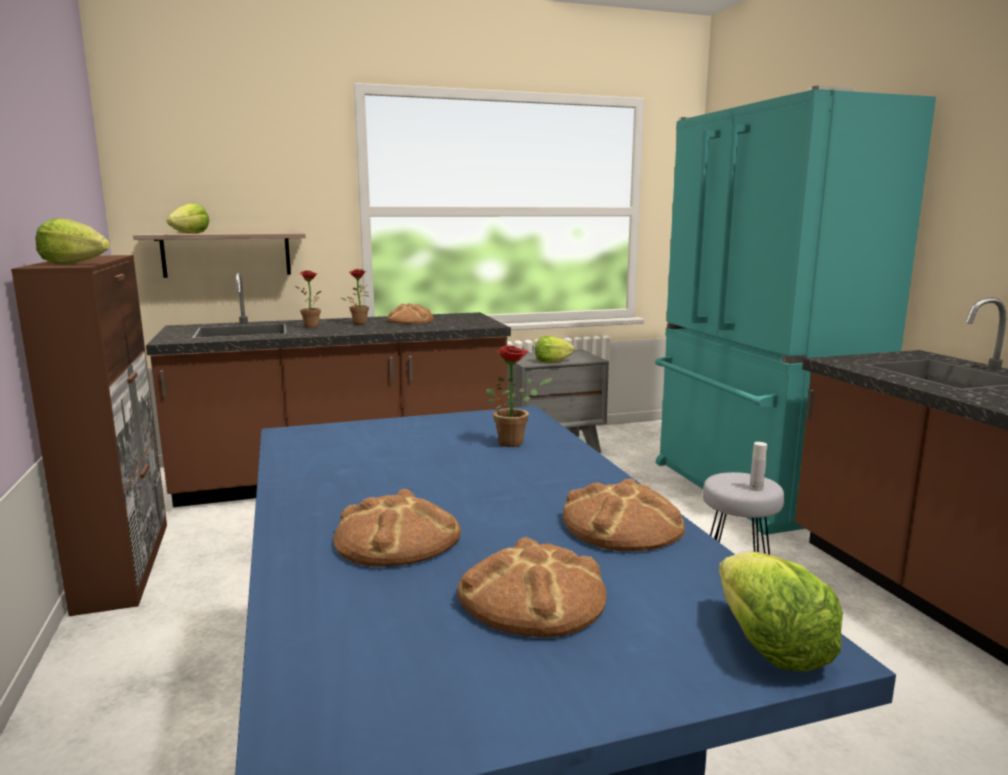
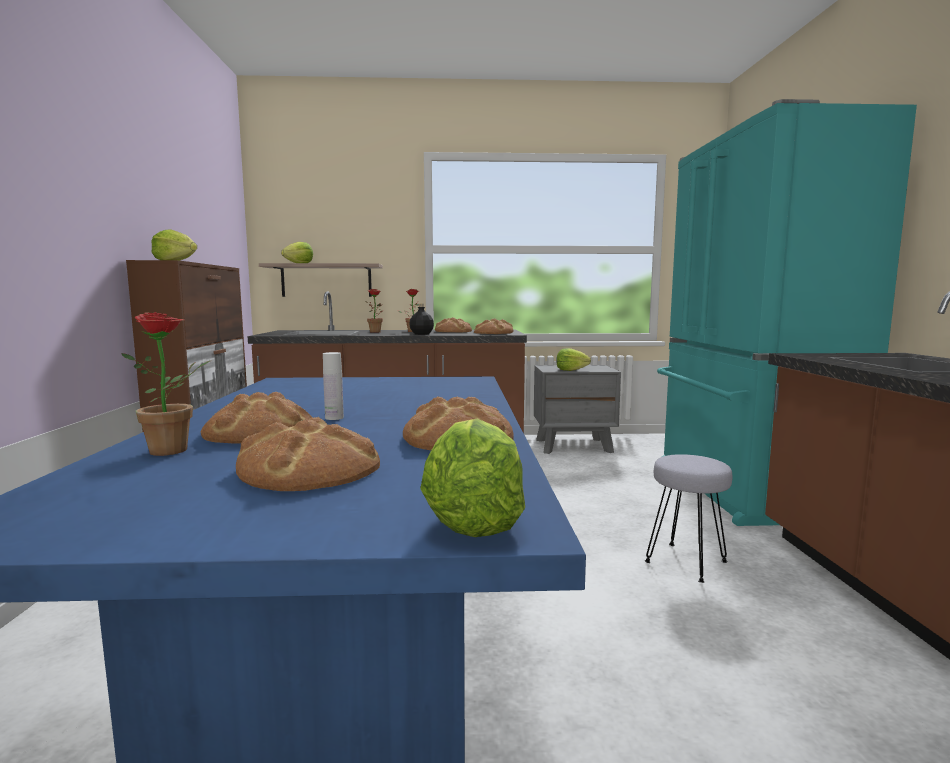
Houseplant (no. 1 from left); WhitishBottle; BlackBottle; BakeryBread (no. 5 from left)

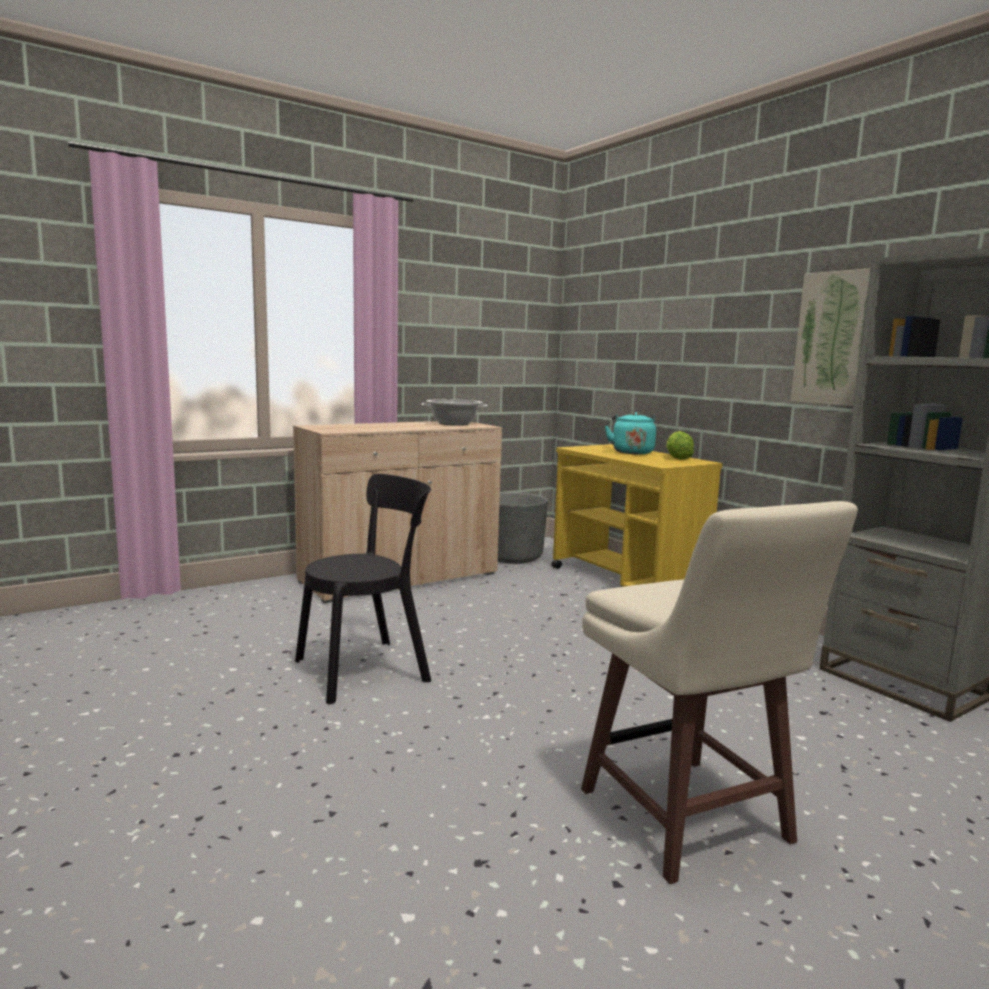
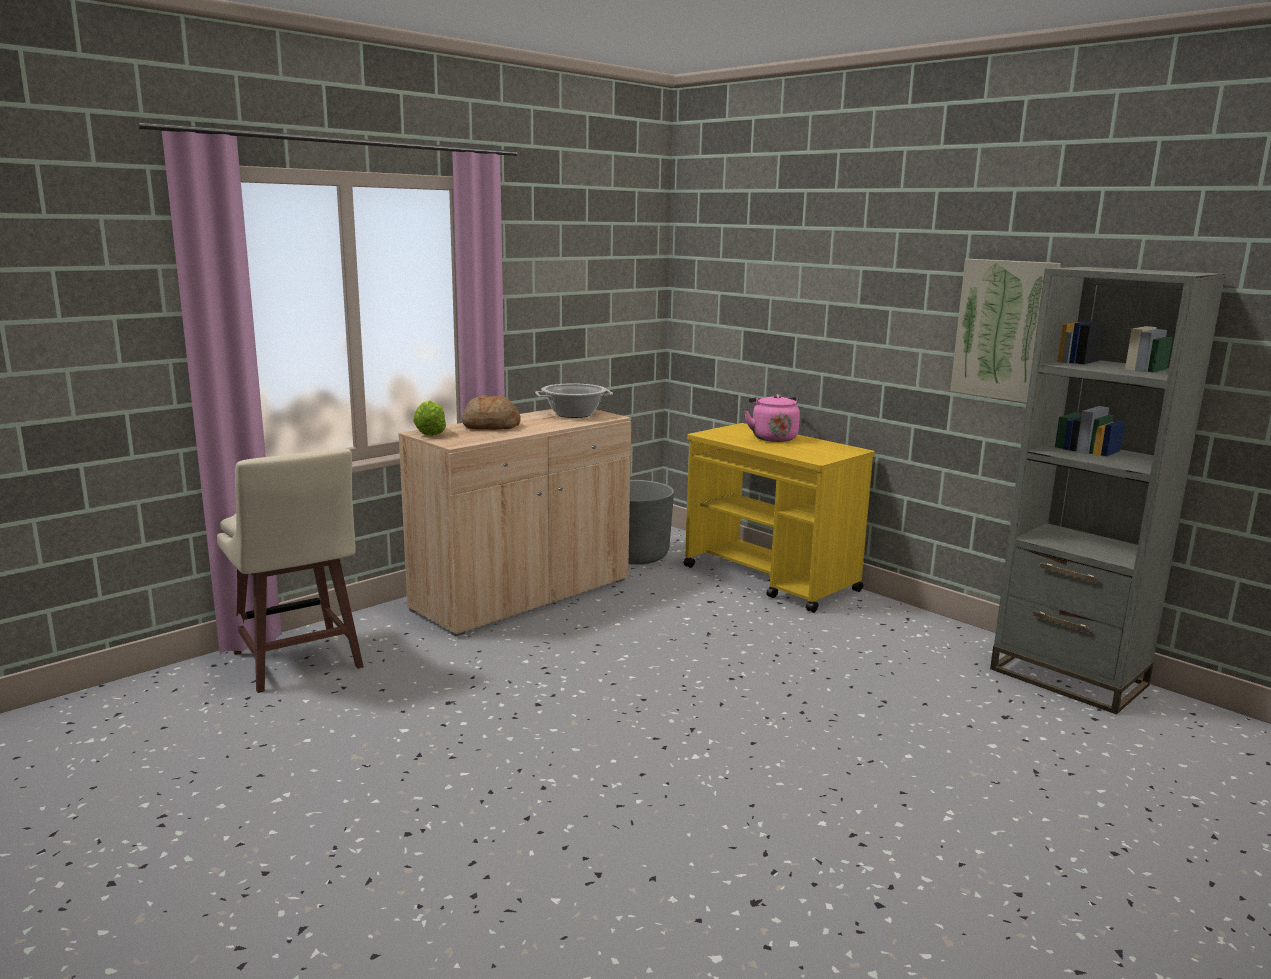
PinkishWaterKettle; Lettuce; BlackUprightChair; BeigeColouredStoolSeat; BakeryBread

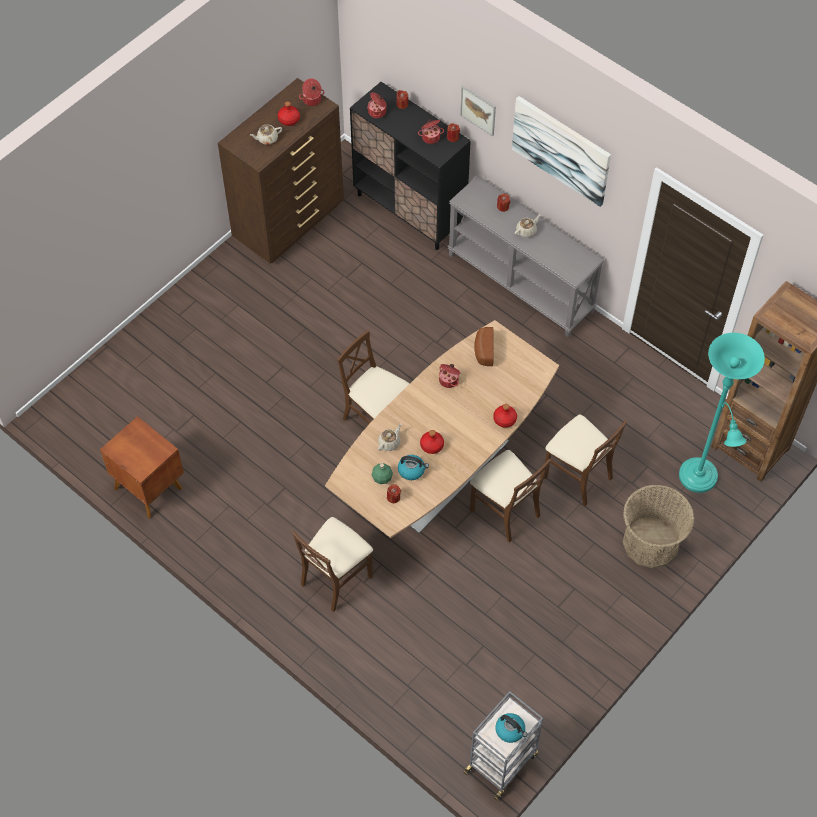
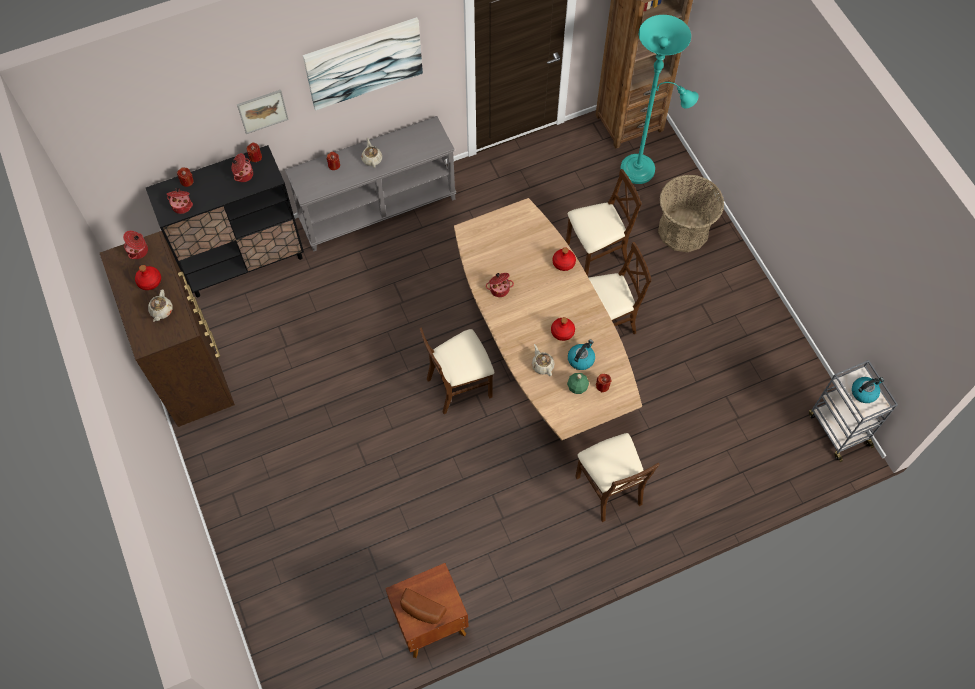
BakeryBread

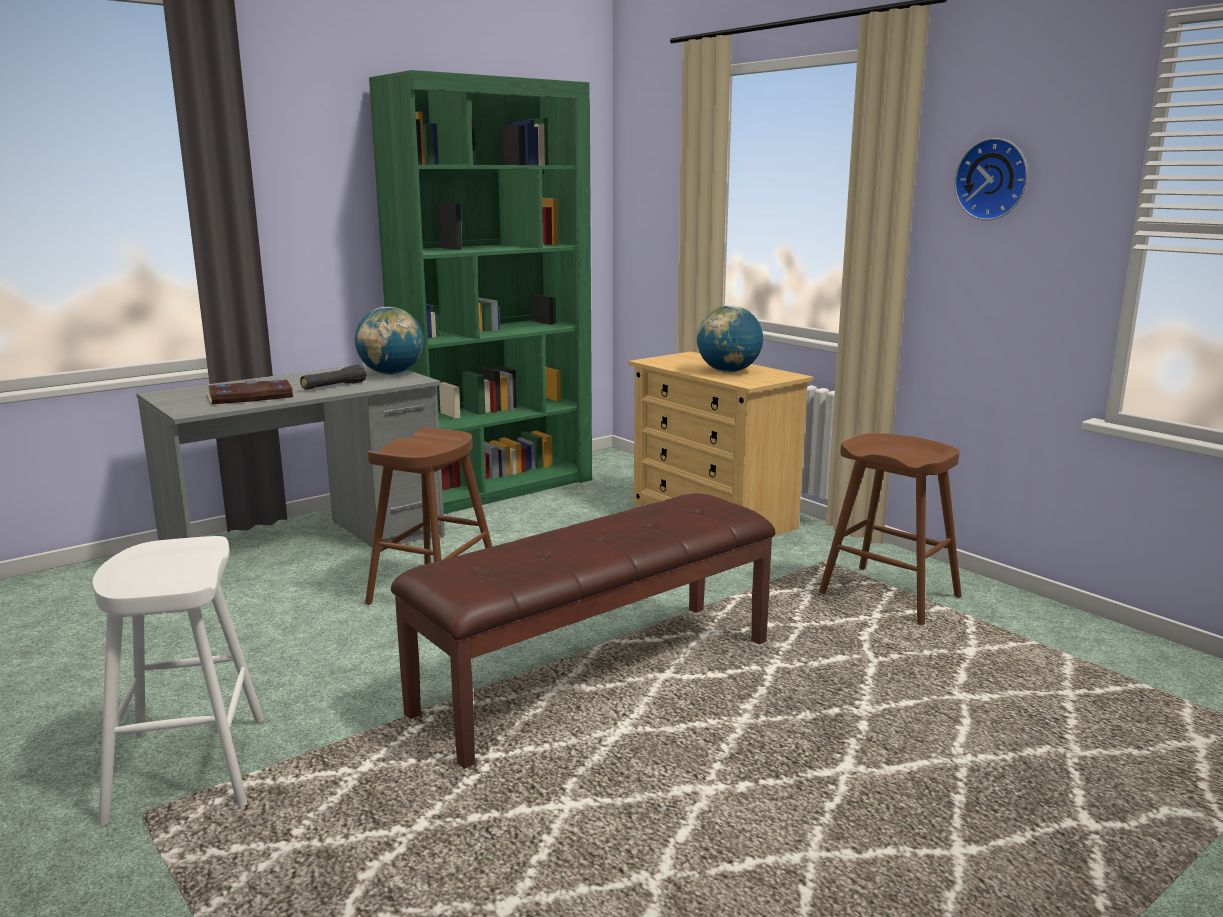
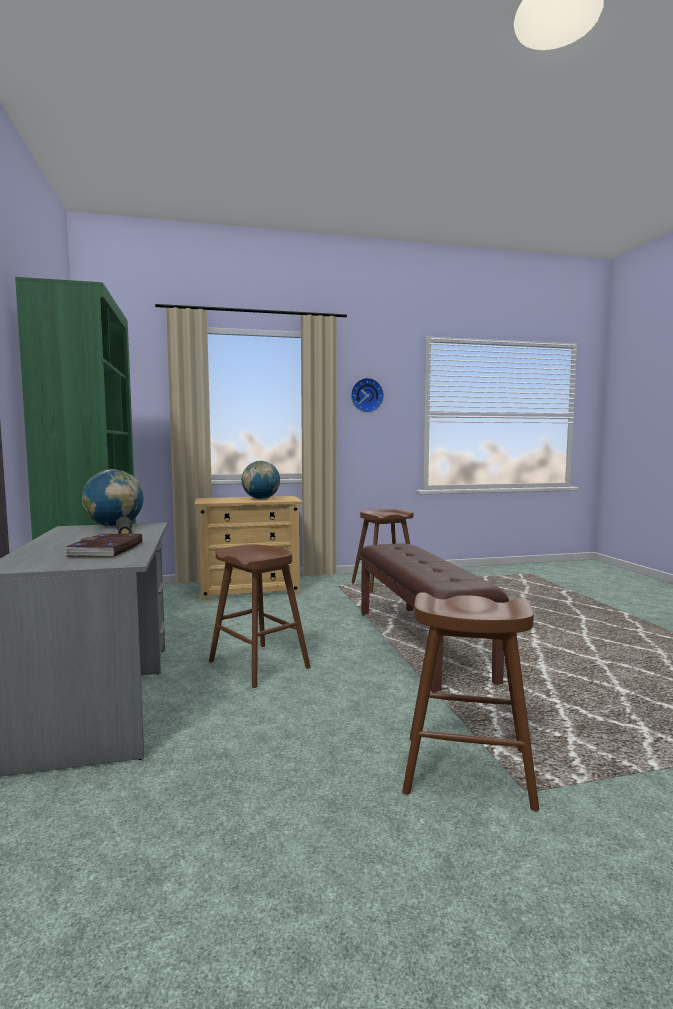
BrownStoolSeat (no. 3 from left)

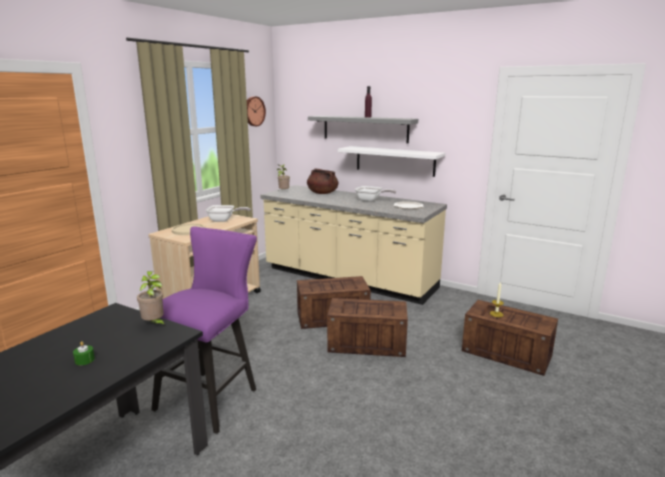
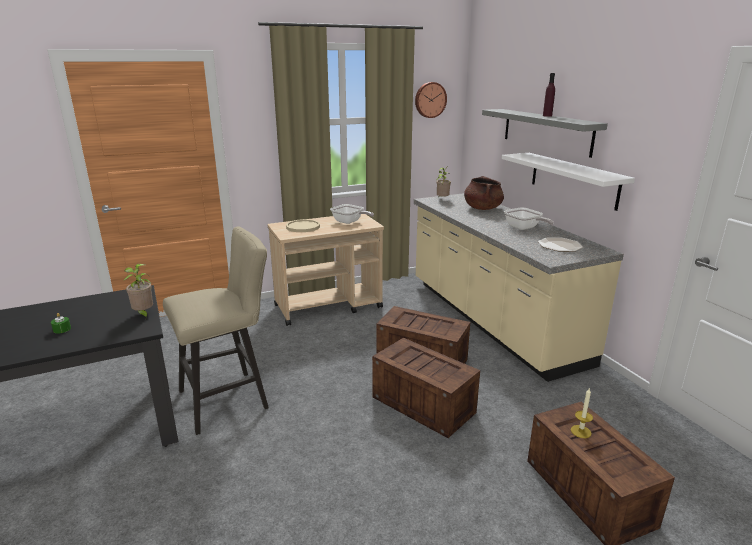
BeigeColouredStoolSeat

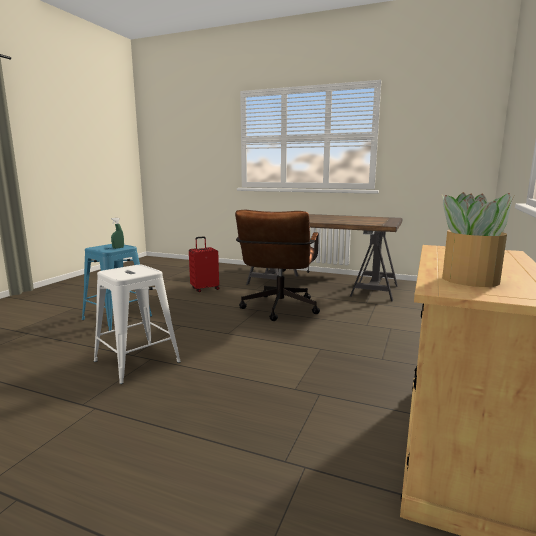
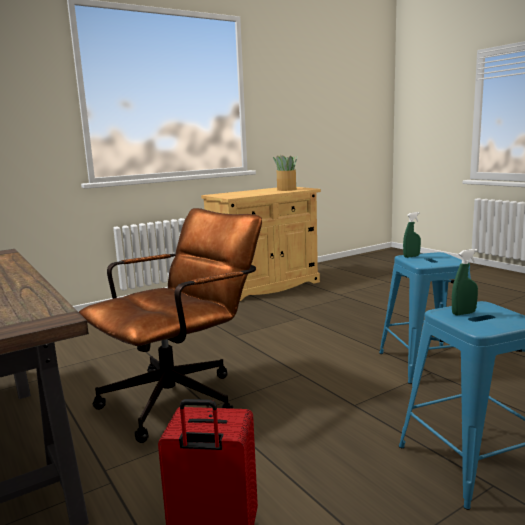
BluishStoolSeat (no. 1 from left); GreenSprayer (no. 1 from left)

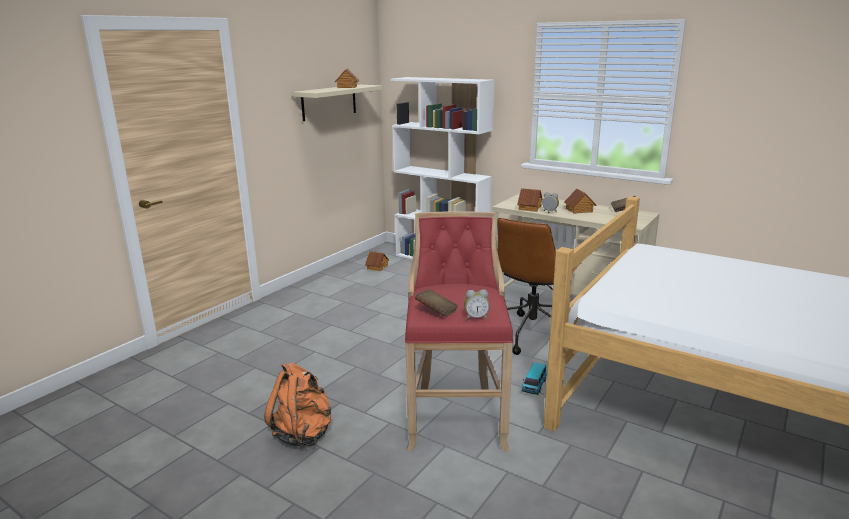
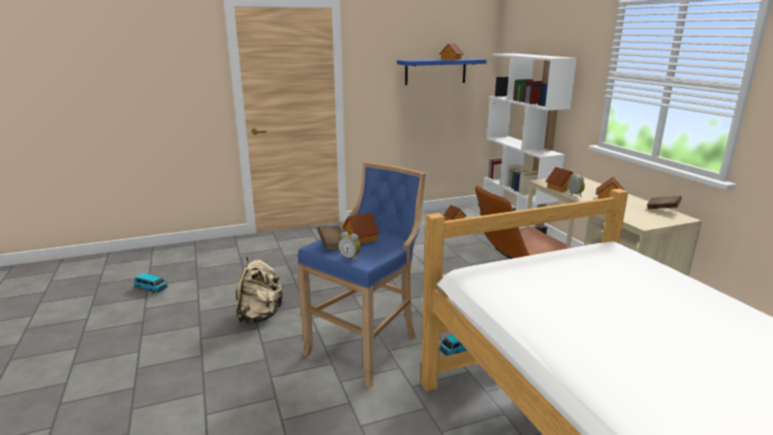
BluishShelf; BluishStoolSeat; BeigeColouredKnapsack; ModelHouse (no. 1 from left); ToyCar (no. 1 from left)

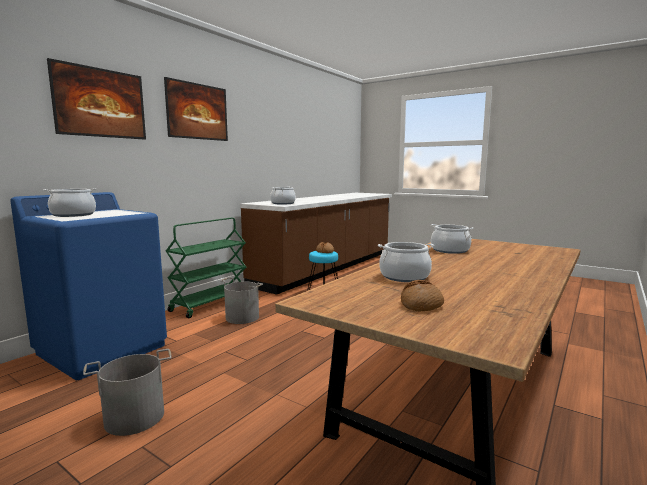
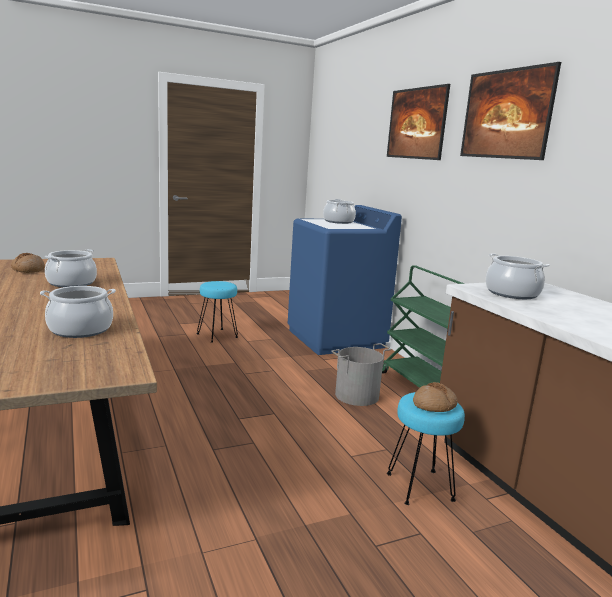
TurquoiseColouredStoolSeat (no. 1 from left)

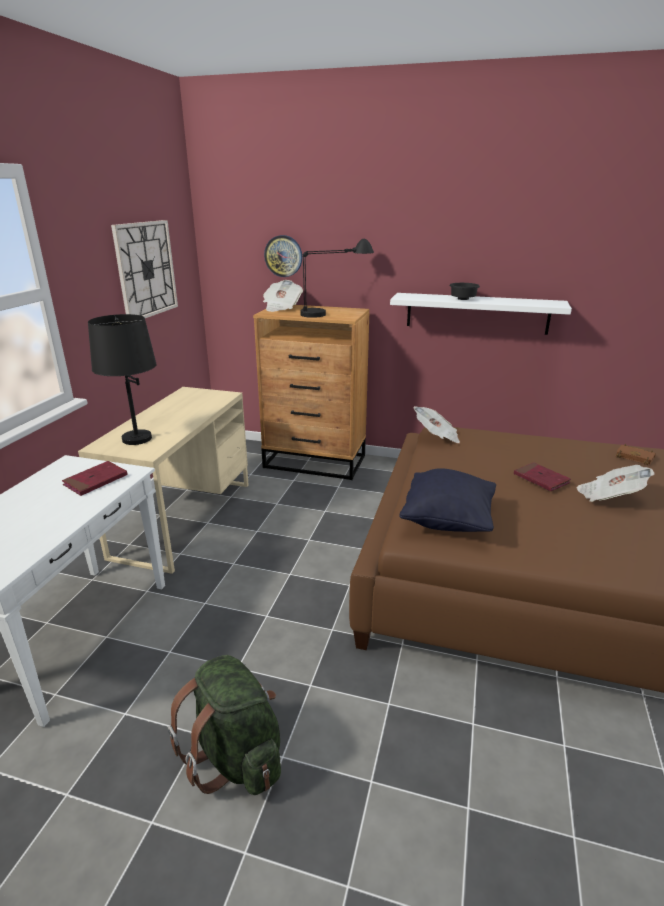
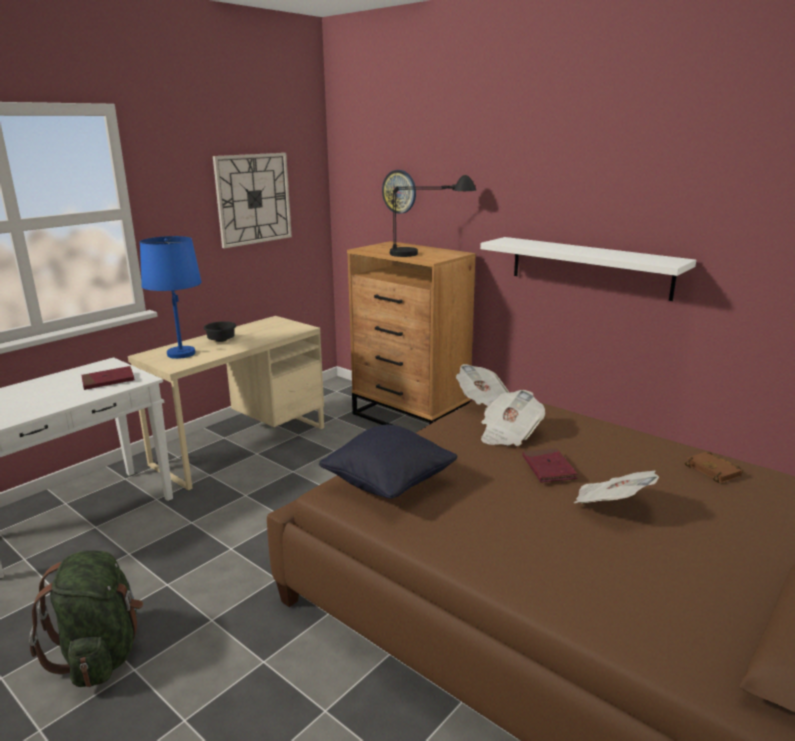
PrintedPaper (no. 2 from left); BlackBowl; BluishLampForATable

